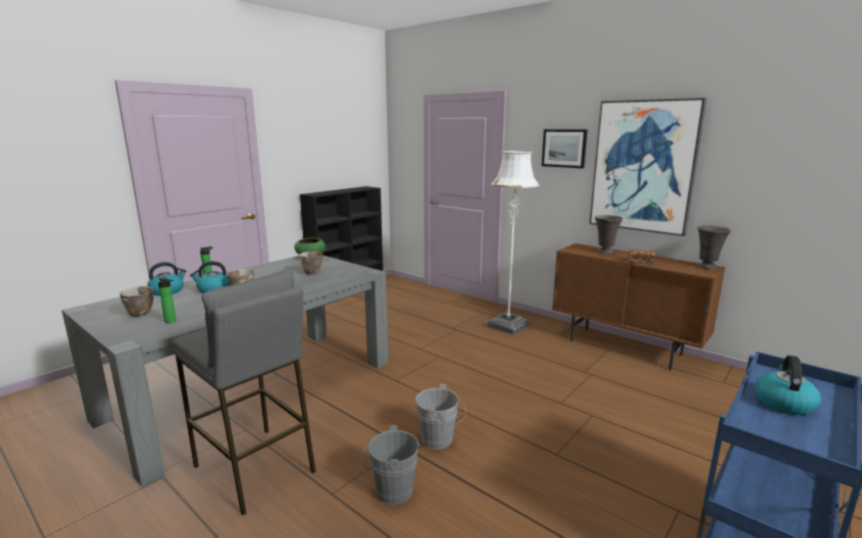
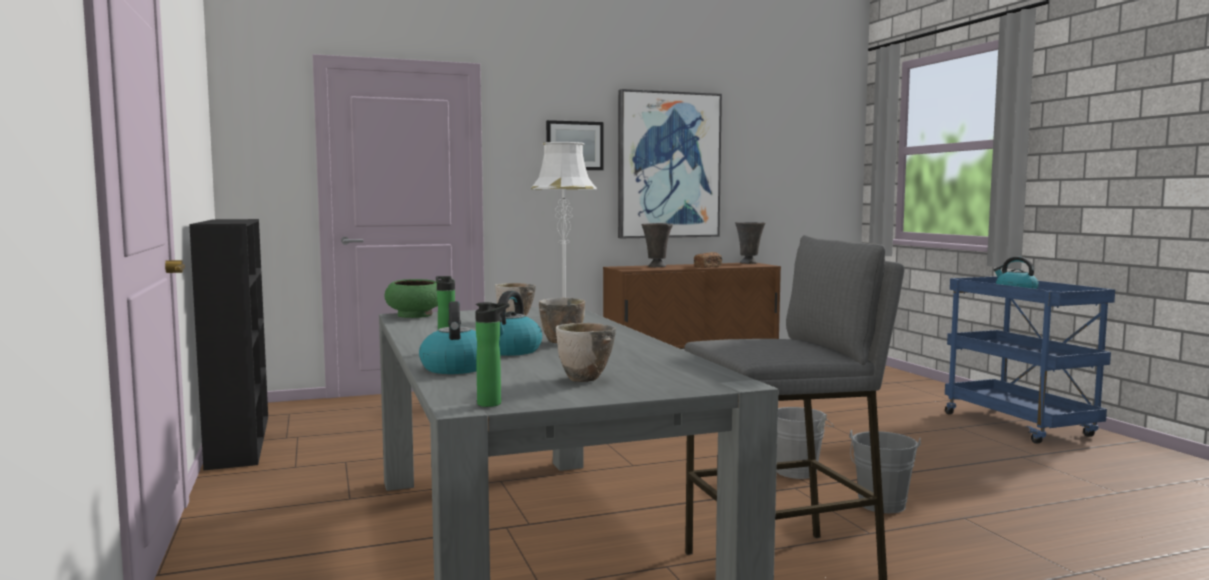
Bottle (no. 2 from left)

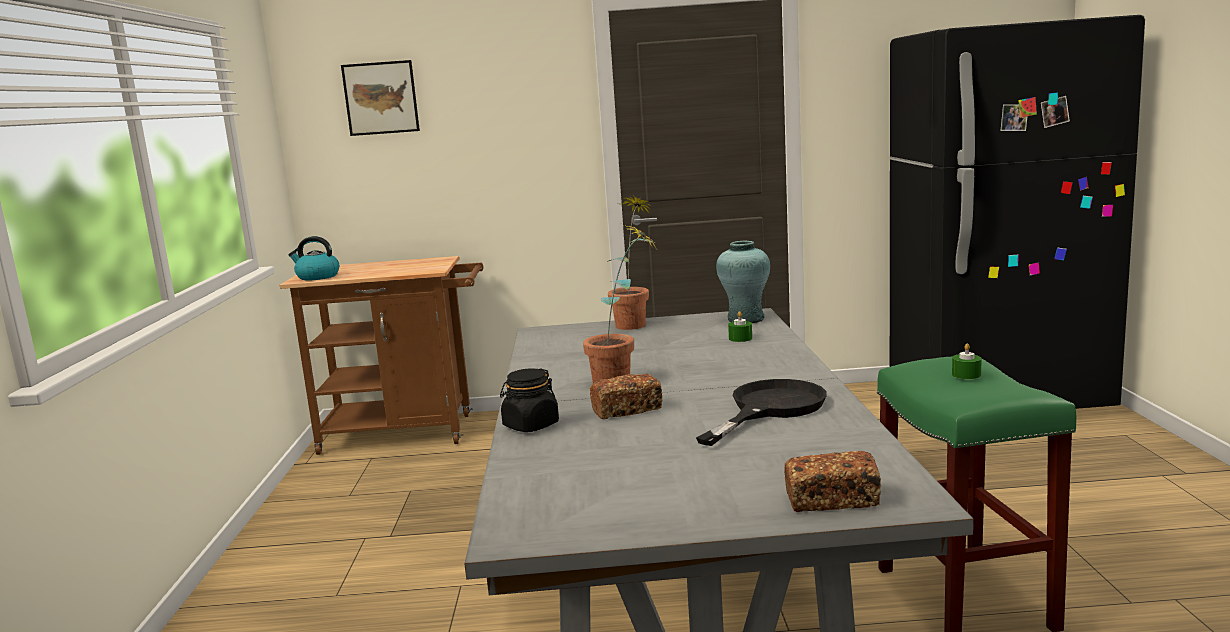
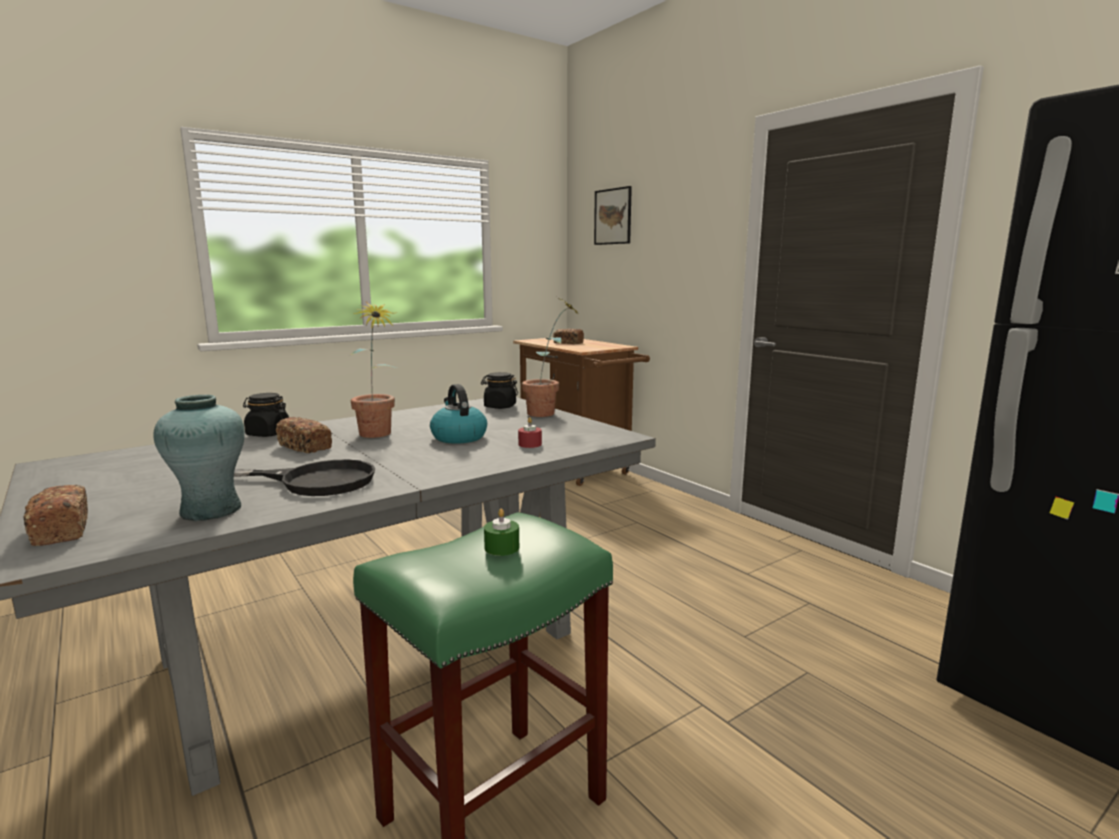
WaterKettle; TurquoiseColouredVase; RedCandle; BakeryBread (no. 3 from left); BlackPreserveJar (no. 2 from left)

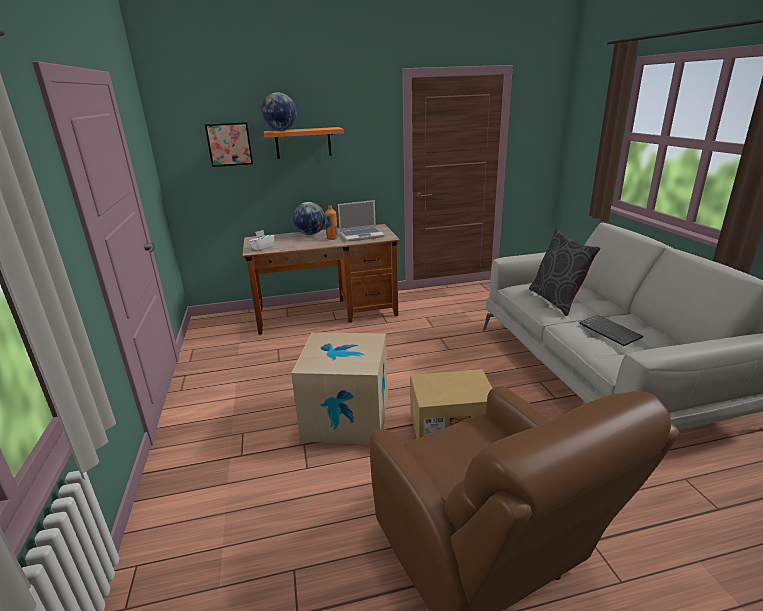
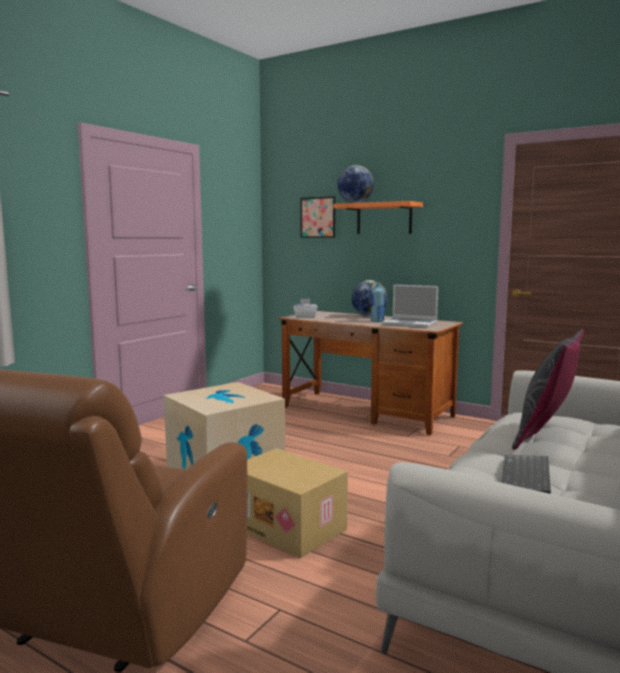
BluishBottle

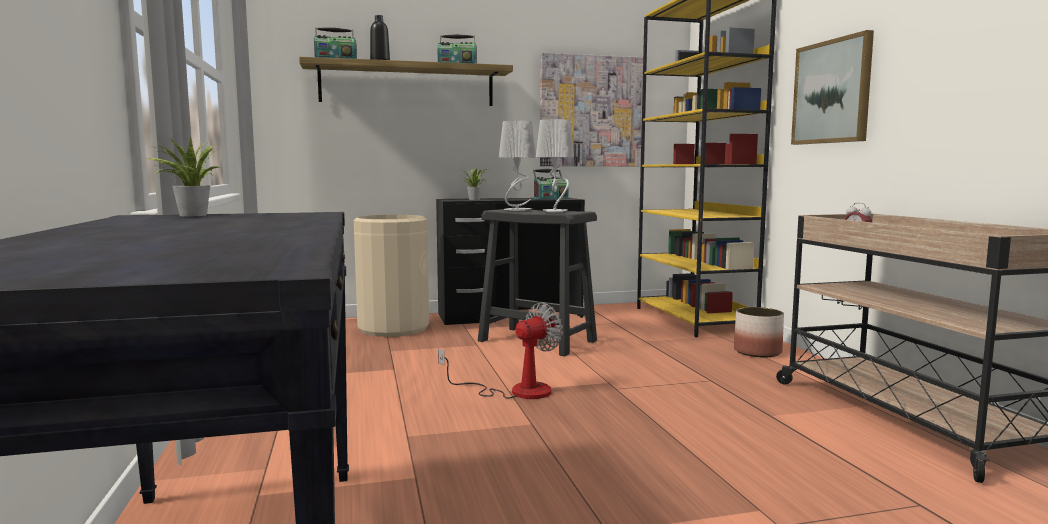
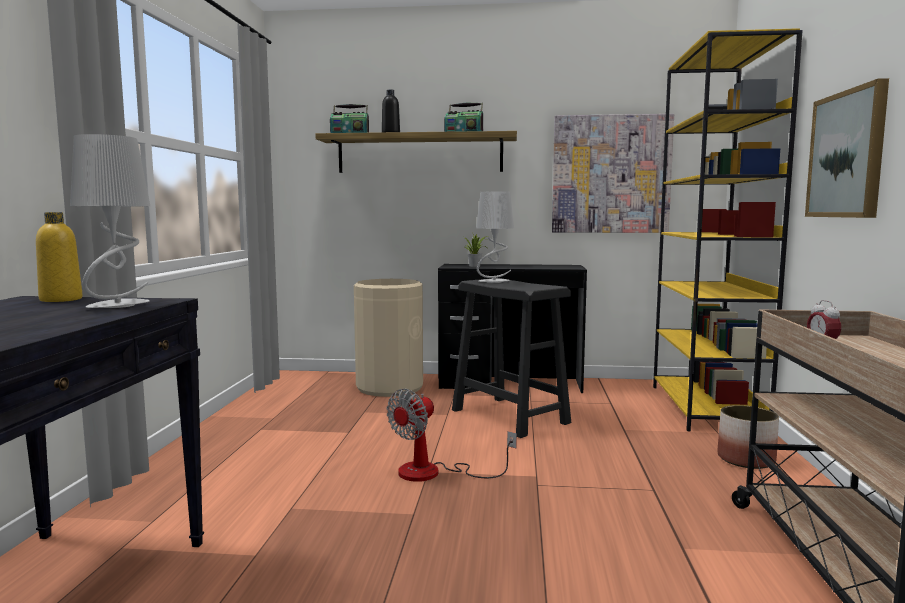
GreyLampForATable (no. 1 from left); YellowBottle; RadioReceiver (no. 3 from left in the first image); ElectricFan

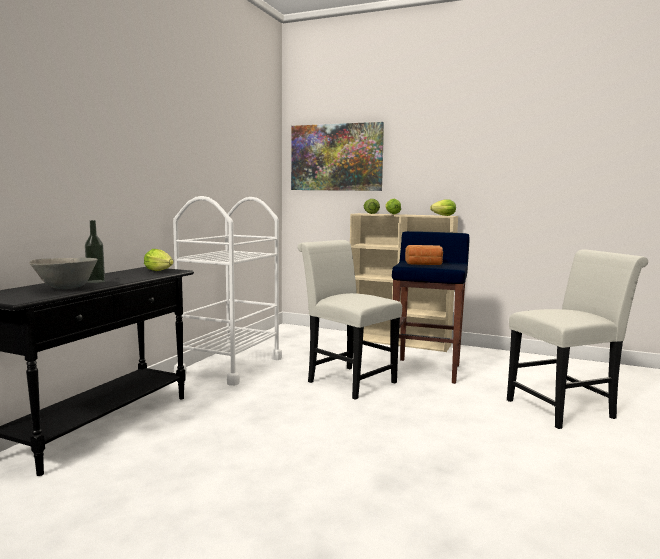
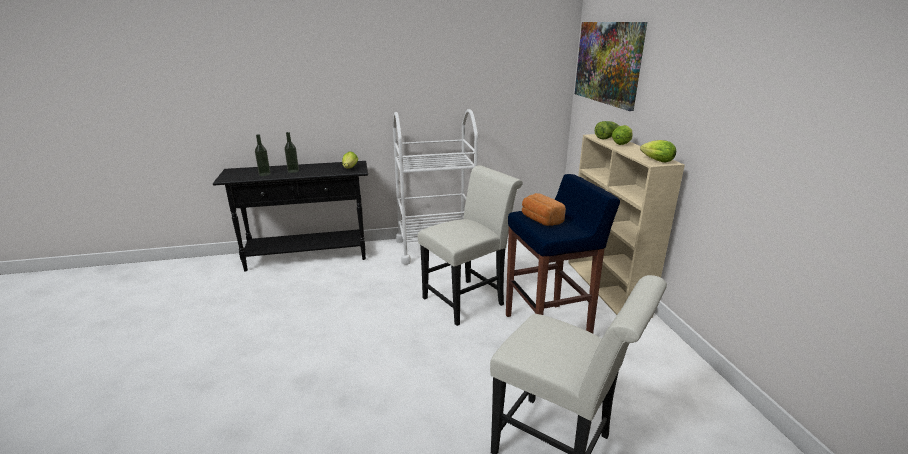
WhitishUprightChair (no. 1 from left); Bottle (no. 1 from left)

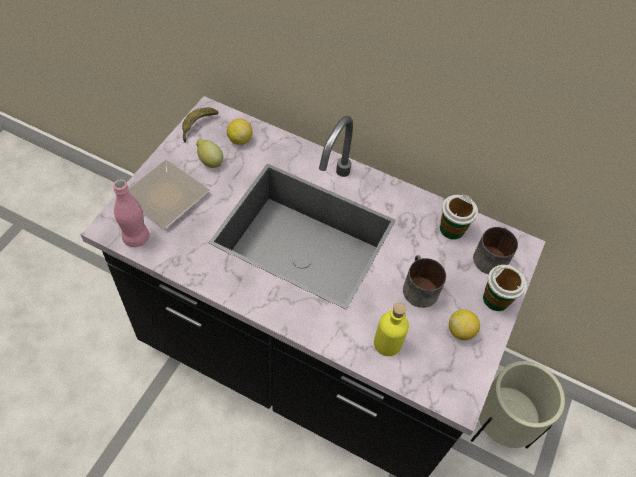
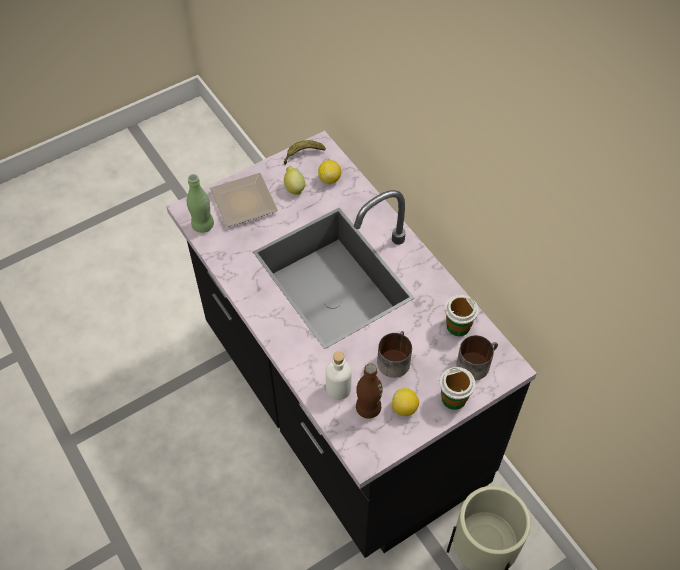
GreenBottle; WhitishBottle; BrownBottle

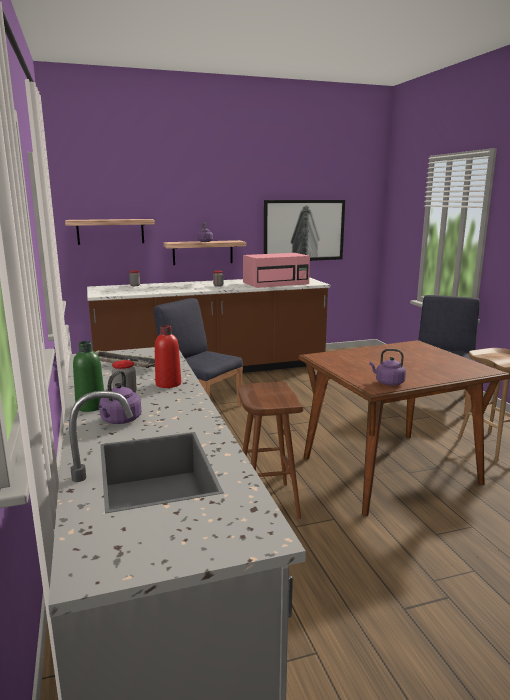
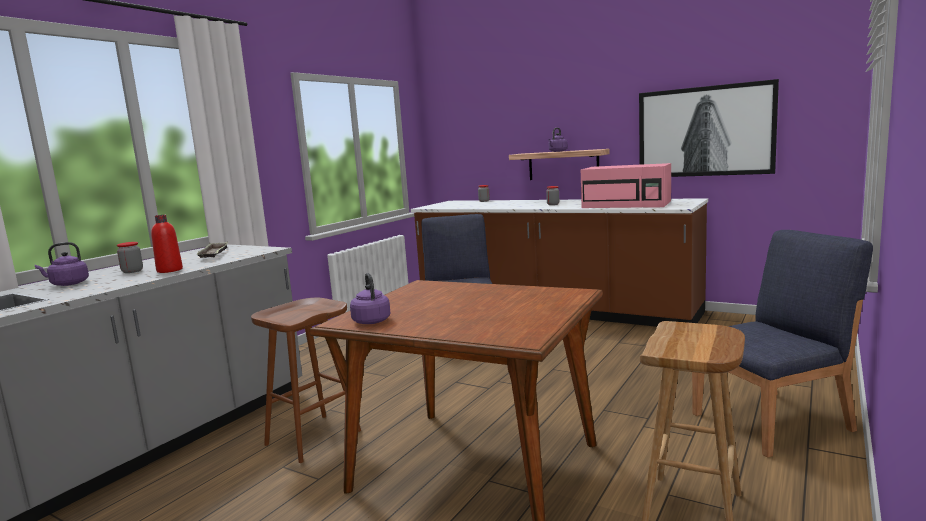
Shelf (no. 1 from left in the first image); GreenBottle

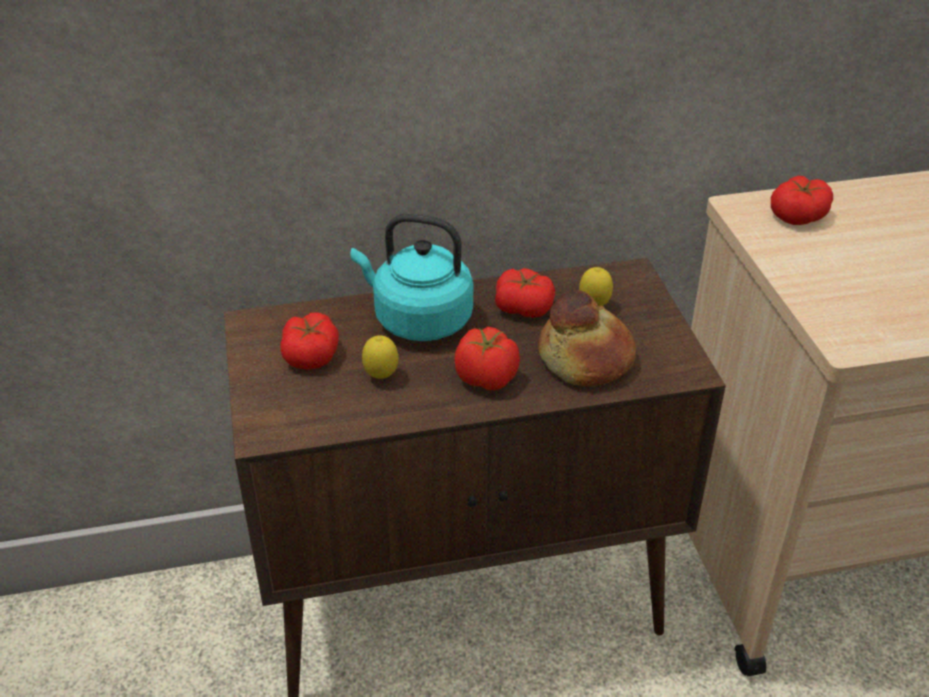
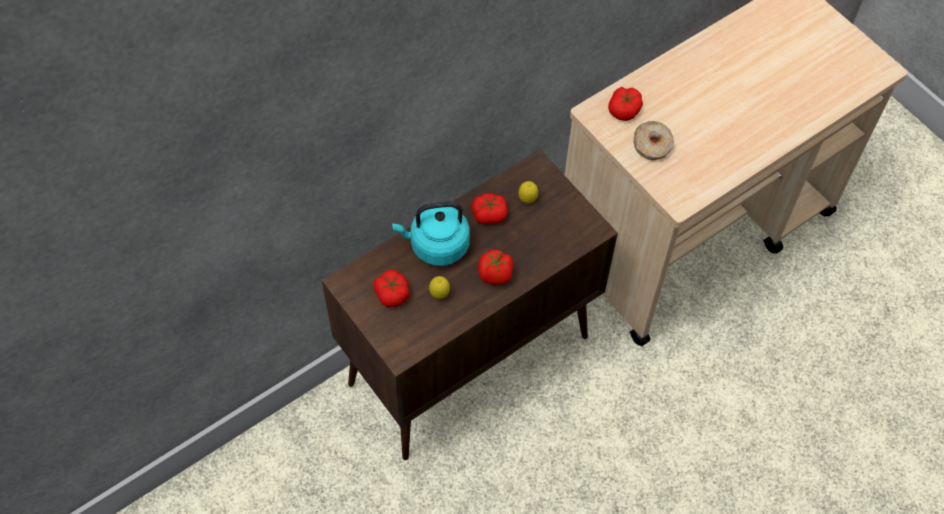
BakeryBread; RingDoughnut

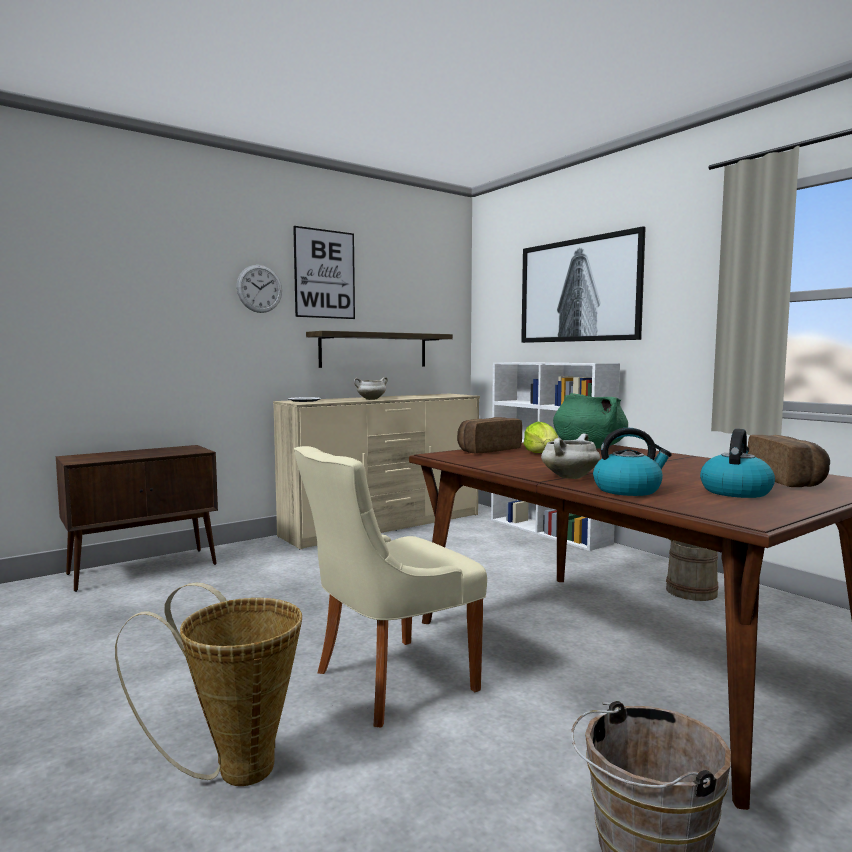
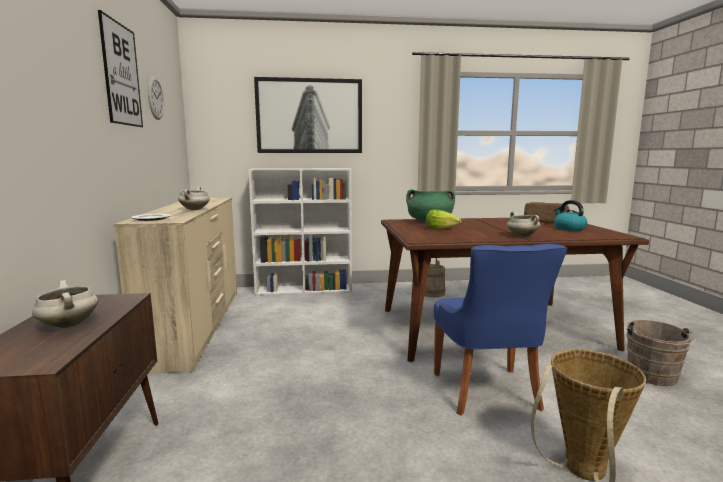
ClockOnTheWall; Shelf; BakeryBread (no. 1 from left in the first image); WaterKettle (no. 1 from left in the first image); BluishUprightChair; WhitishStockpot (no. 1 from left)

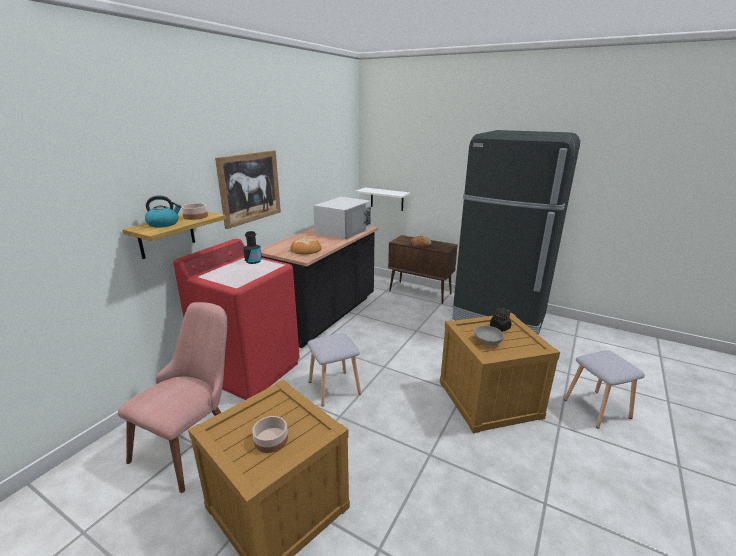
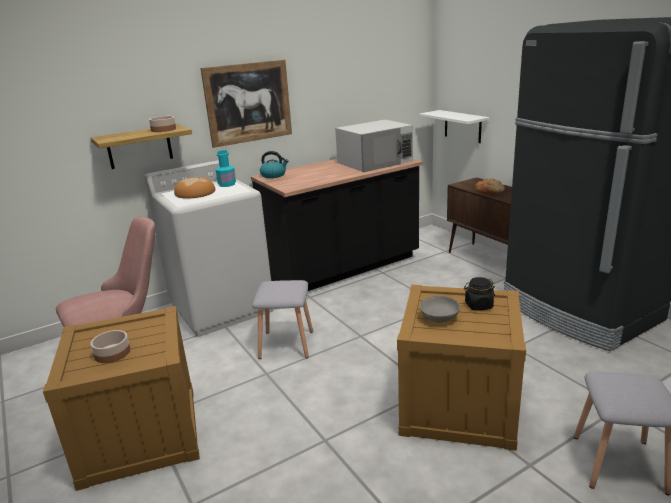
WaterKettle; TurquoiseColouredBottle; BakeryBread (no. 1 from left); WhitishWashingMachine

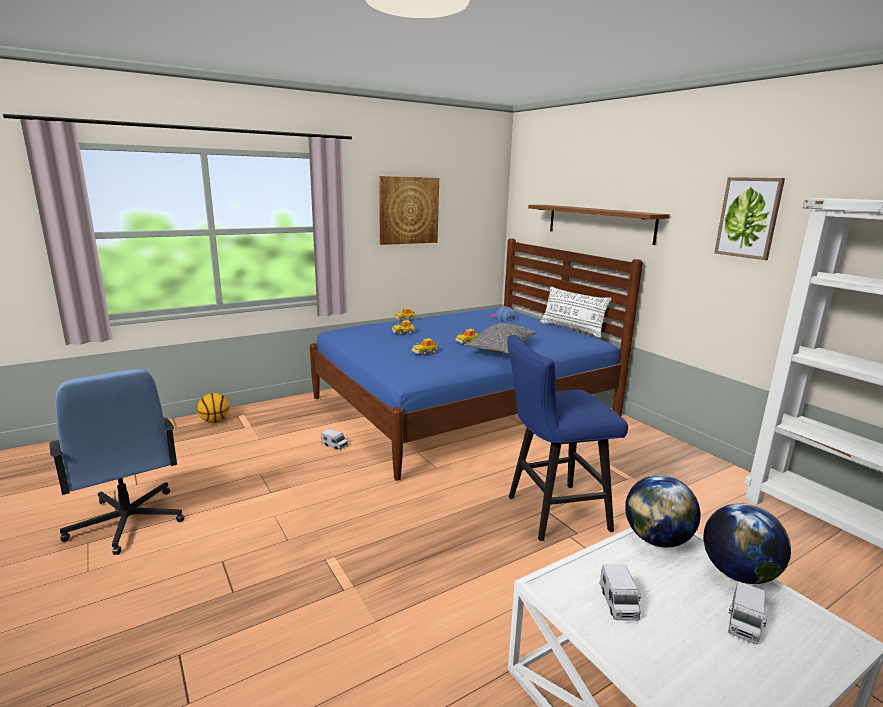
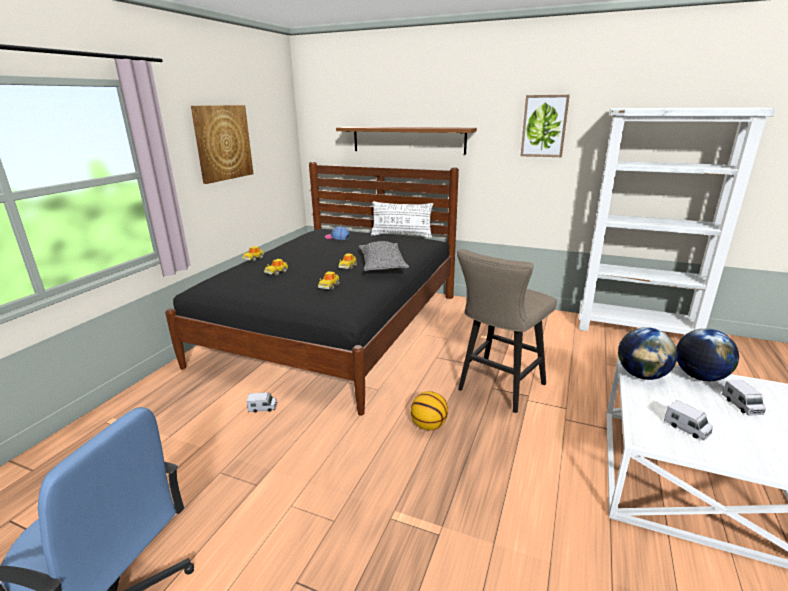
BlackBed; BeigeColouredStoolSeat; Basketball

